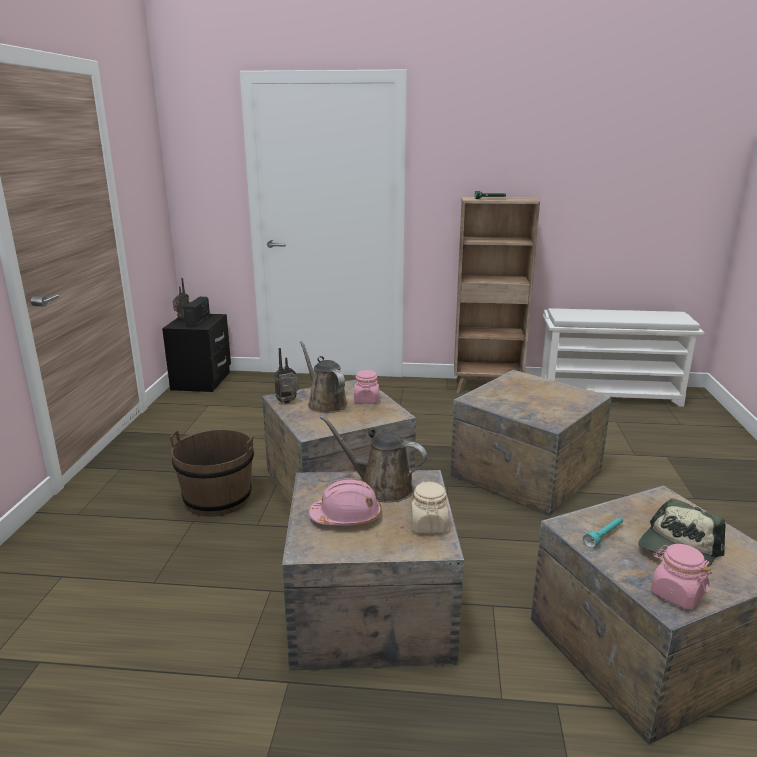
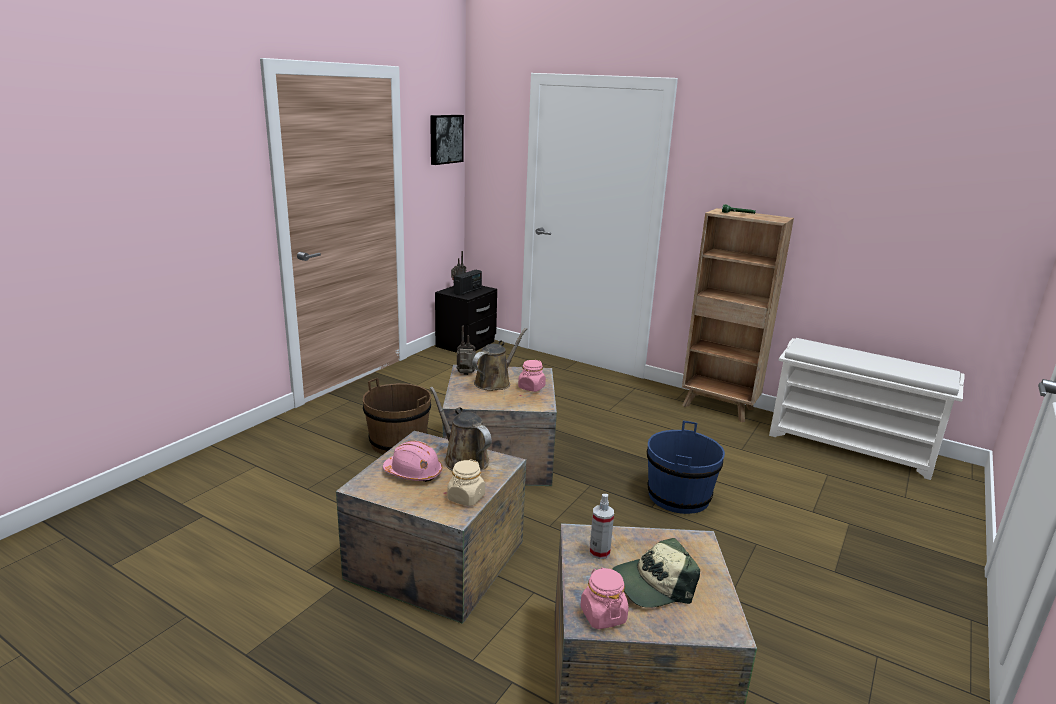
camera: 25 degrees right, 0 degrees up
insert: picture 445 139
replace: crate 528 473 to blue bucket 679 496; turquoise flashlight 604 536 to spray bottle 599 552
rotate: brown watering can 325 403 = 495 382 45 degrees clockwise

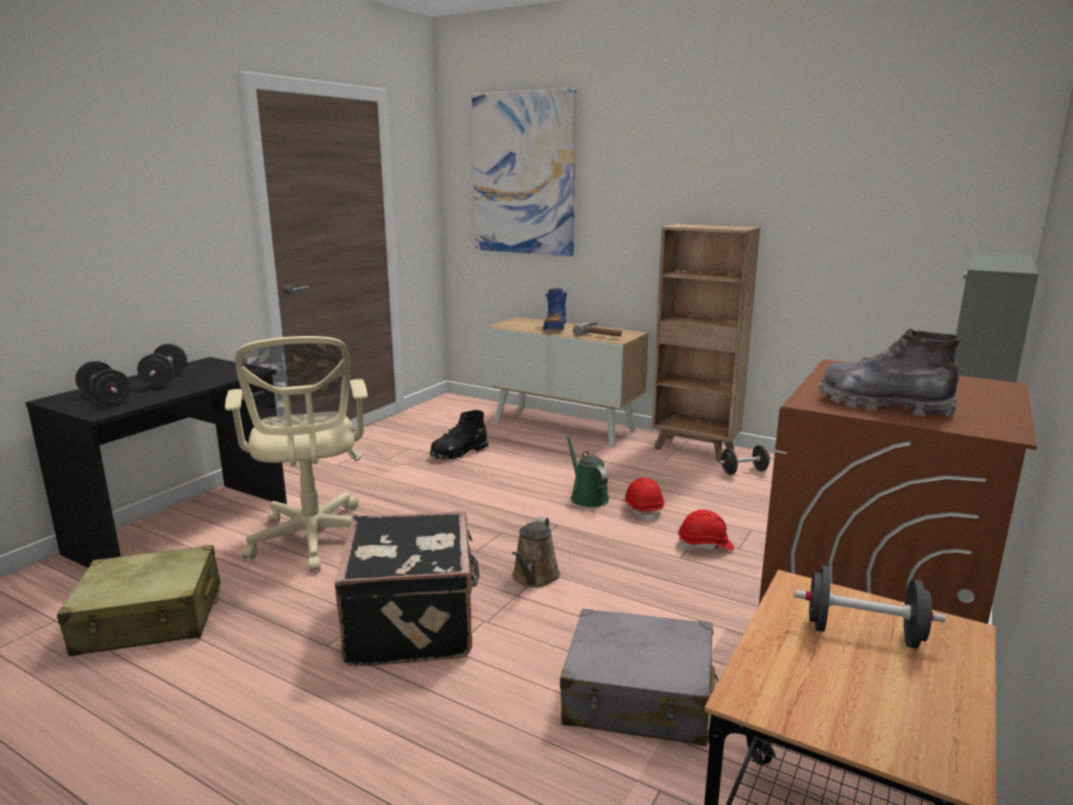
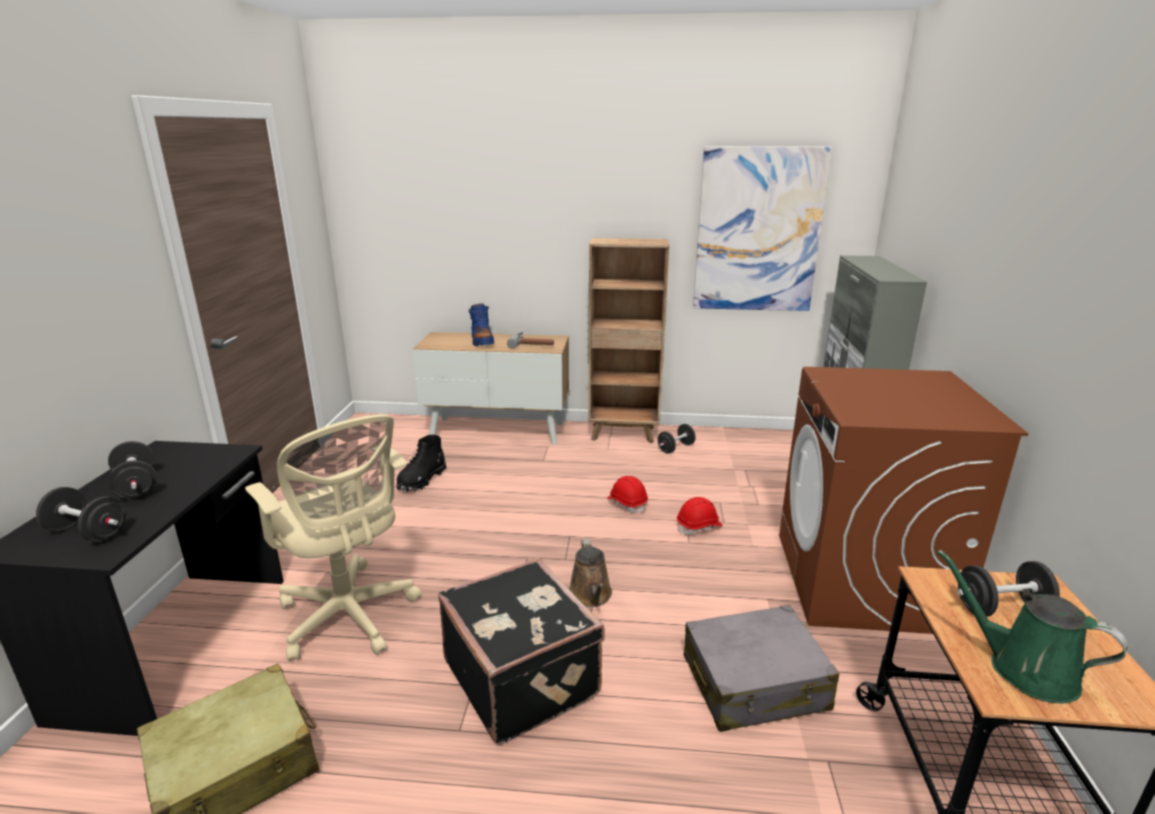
camera: 25 degrees left, 5 degrees up
delete: grey boot 883 405
move: picture 524 174 to 758 231; green watering can 587 497 to 1023 669

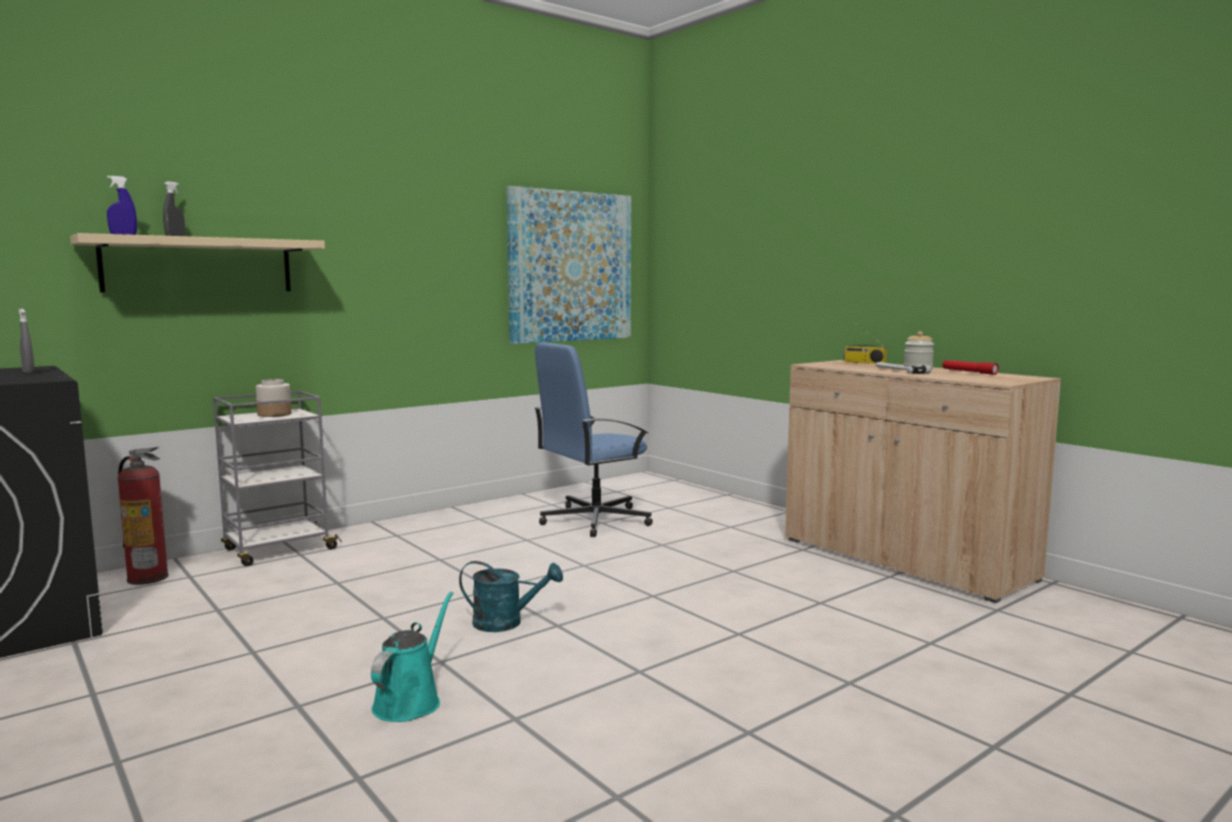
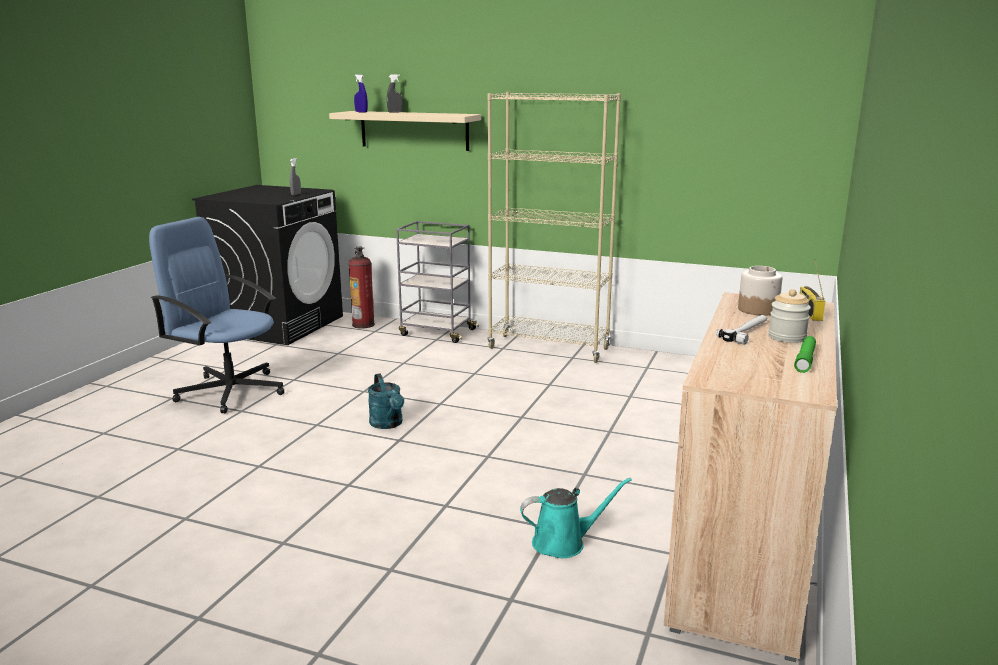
camera: 60 degrees right, 10 degrees up
delete: picture 570 267
insert: beige bookcase 549 349
move: jar 274 414 to 758 309; turquoise watering can 410 701 to 564 542; blue office chair 594 520 to 230 391
recolor: red flashlight 969 372 to green flashlight 805 359

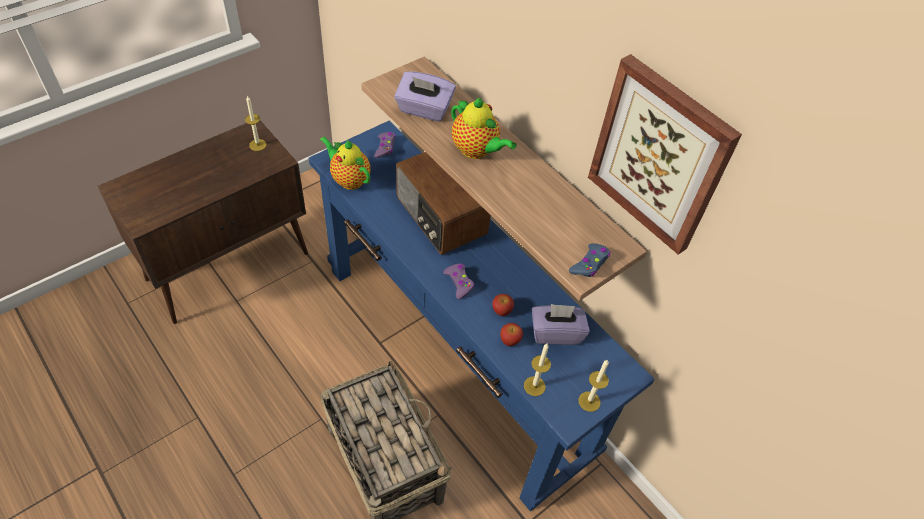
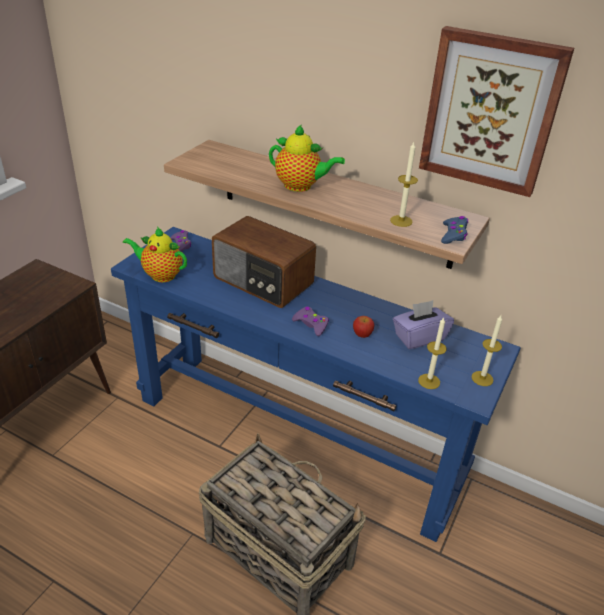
camera: 20 degrees left, 15 degrees down
delete: purple tissue box 424 110; apple 510 340
move: candle 257 145 to 401 221

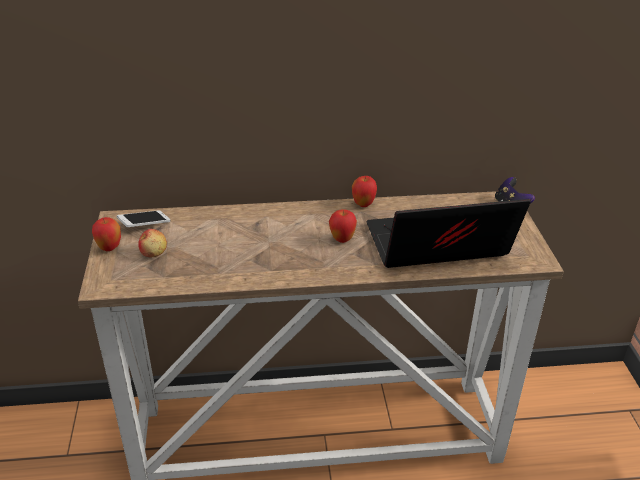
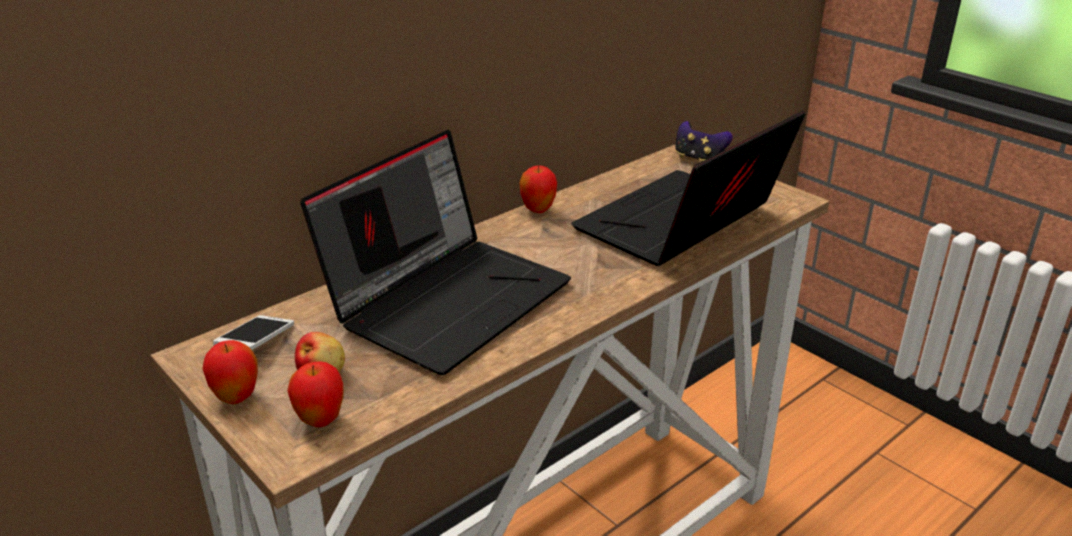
camera: 35 degrees left, 5 degrees down
insert: laptop 448 298
move: apple 342 239 to 320 420

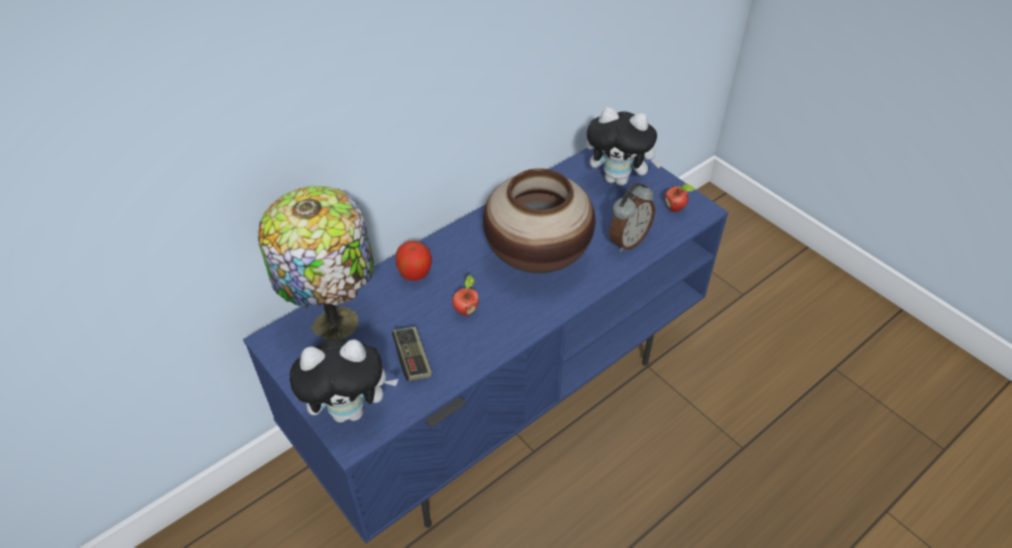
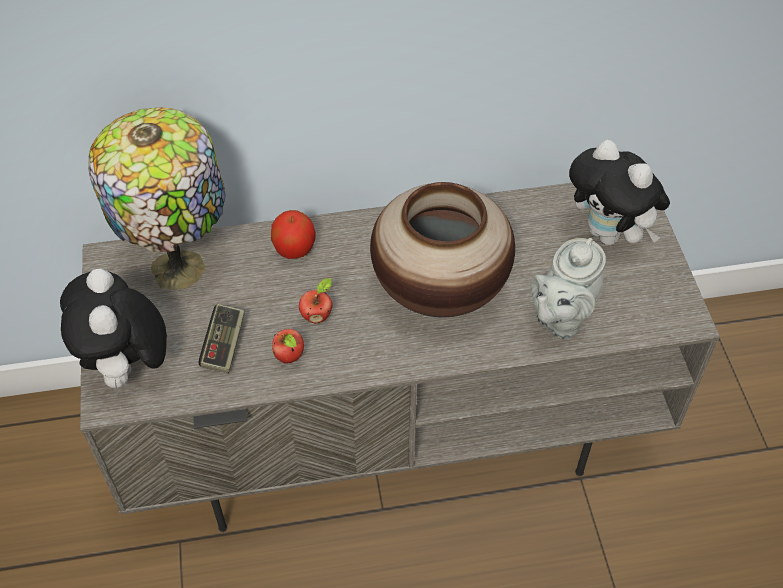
camera: 30 degrees right, 5 degrees up
move: apple 676 208 to 290 358
replace: alarm clock 627 241 to grey teapot 561 317
recolor: blue tv stand 504 393 to grey tv stand 393 428
rotate: plush toy 350 410 = 128 369 60 degrees clockwise

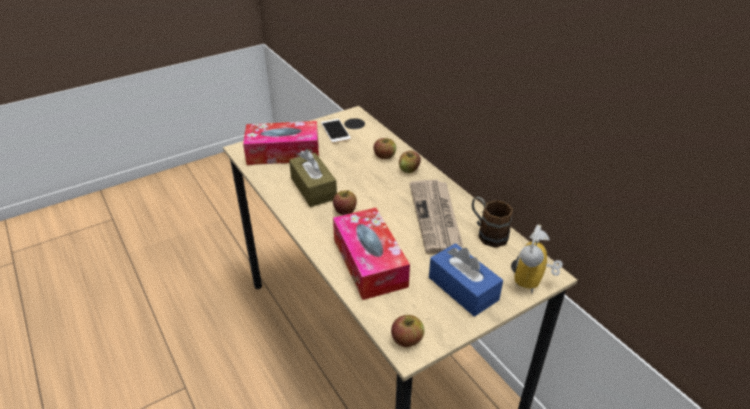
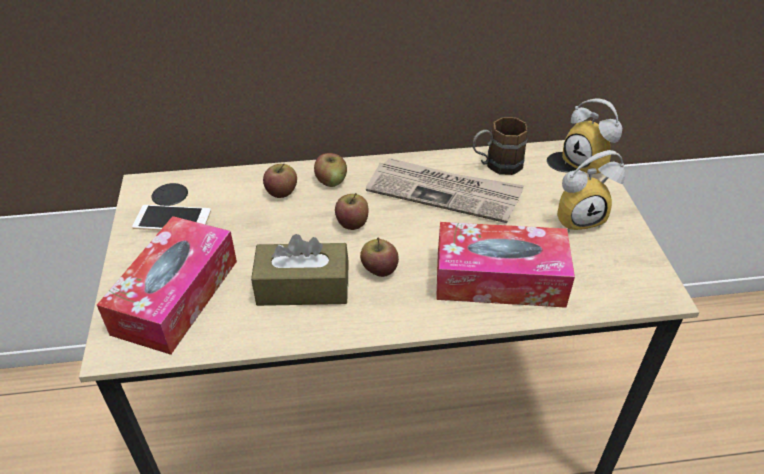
camera: 65 degrees left, 5 degrees up
move: apple 407 339 to 352 223
replace: blue tissue box 463 288 to alarm clock 578 217

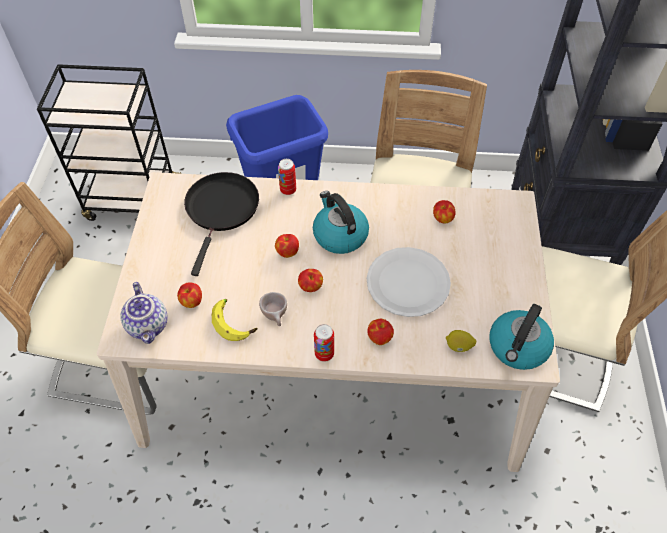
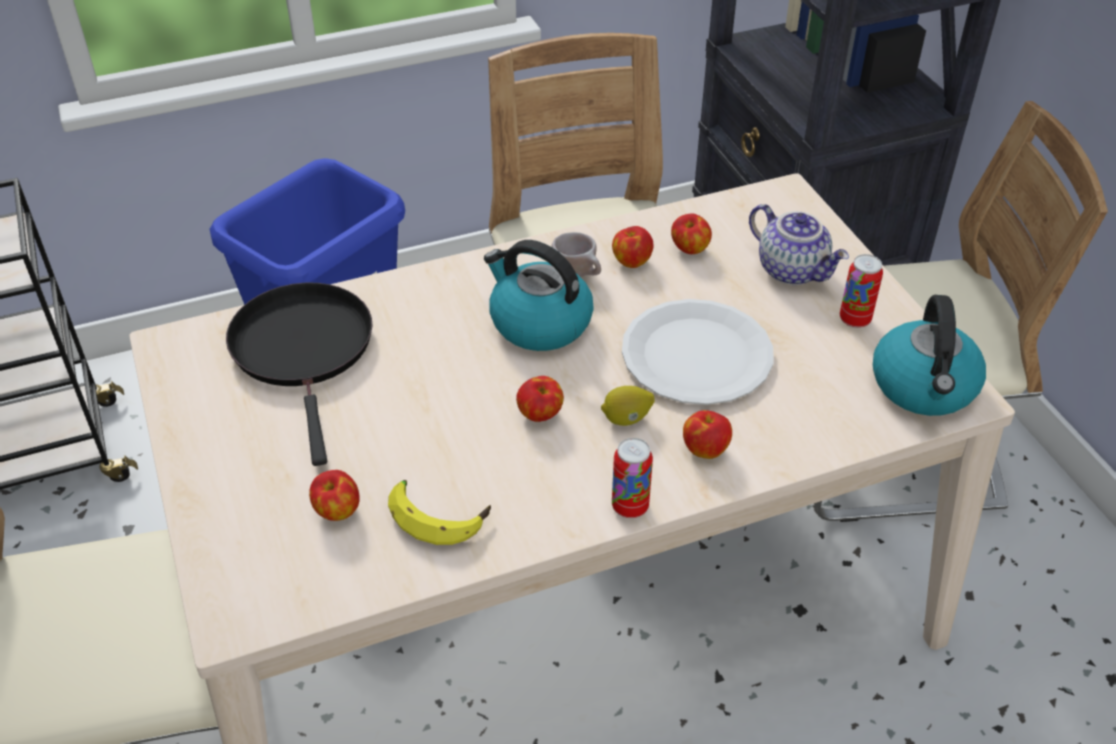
camera: 25 degrees left, 10 degrees down
move: teapot 149 325 to 793 270; beige cup 276 317 to 579 275; apple 287 252 to 631 261; can 288 190 to 854 319; lemon 458 346 to 626 419

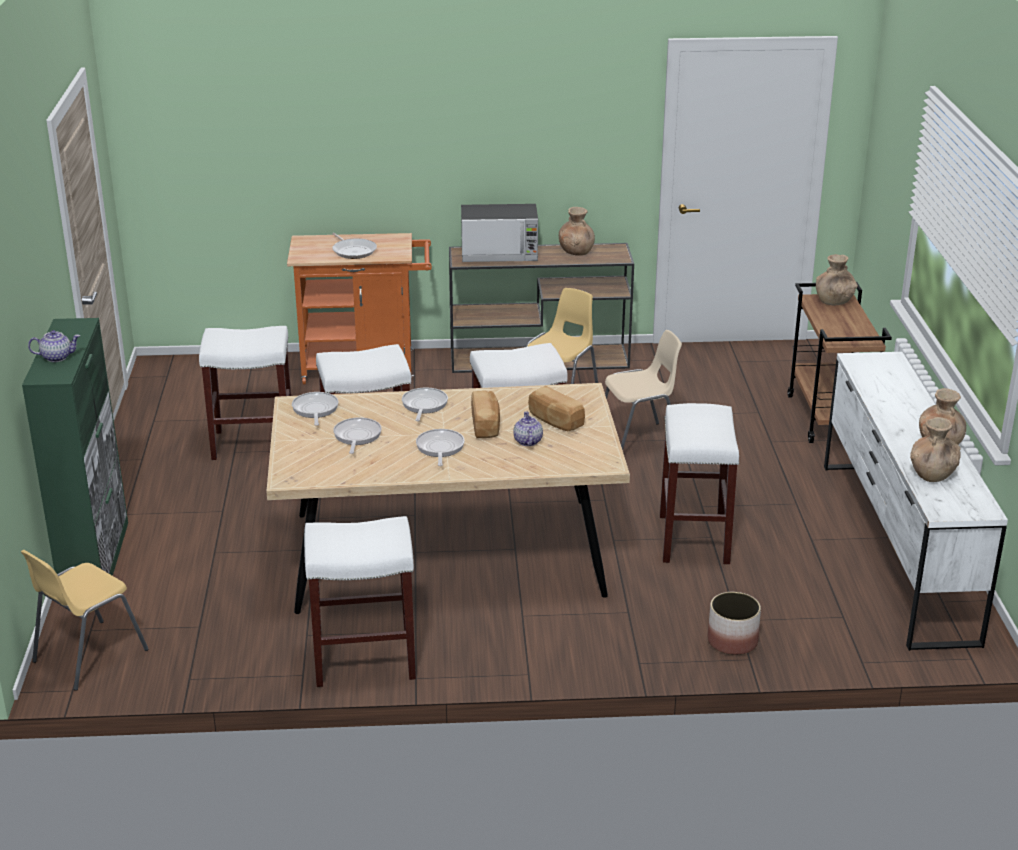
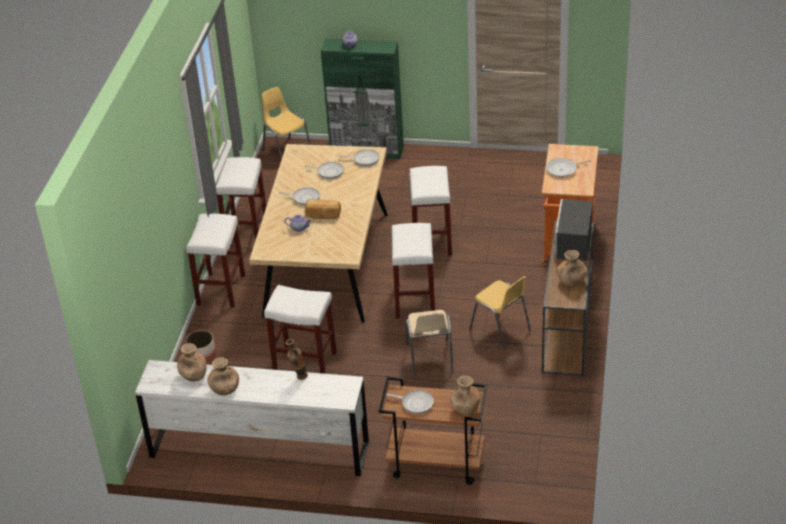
camera: 105 degrees right, 10 degrees up
delete: bread 555 421
insert: vase 298 377
move: white stool 252 444 to 221 289; frying pan 424 405 to 415 403

